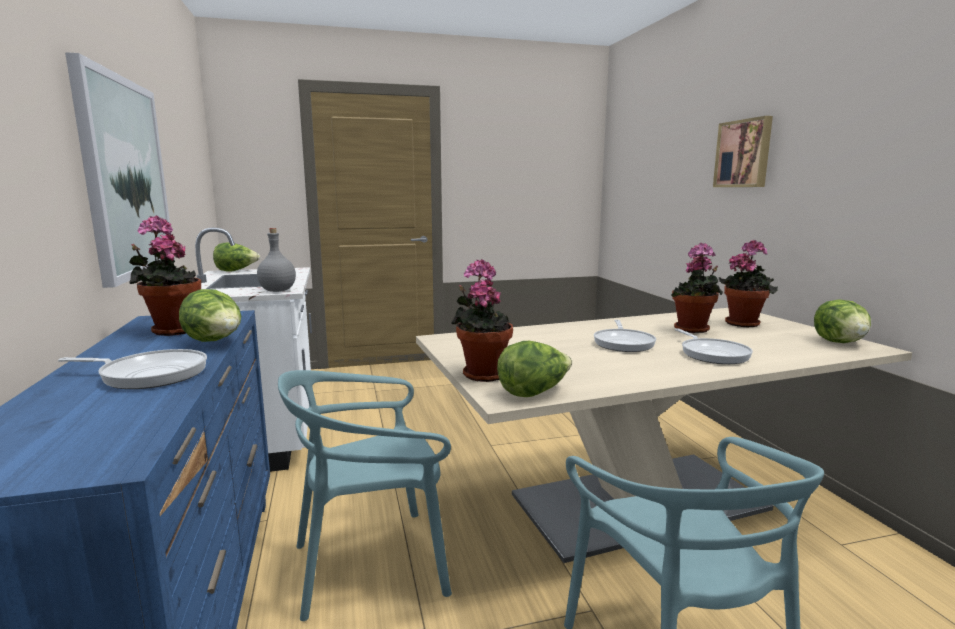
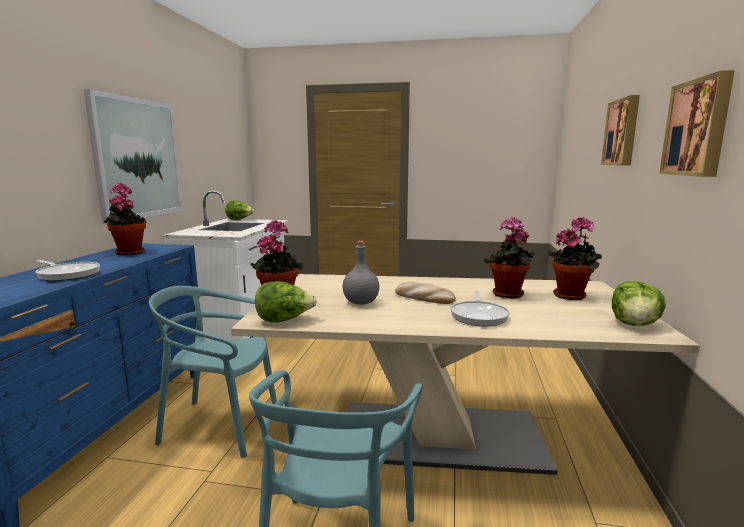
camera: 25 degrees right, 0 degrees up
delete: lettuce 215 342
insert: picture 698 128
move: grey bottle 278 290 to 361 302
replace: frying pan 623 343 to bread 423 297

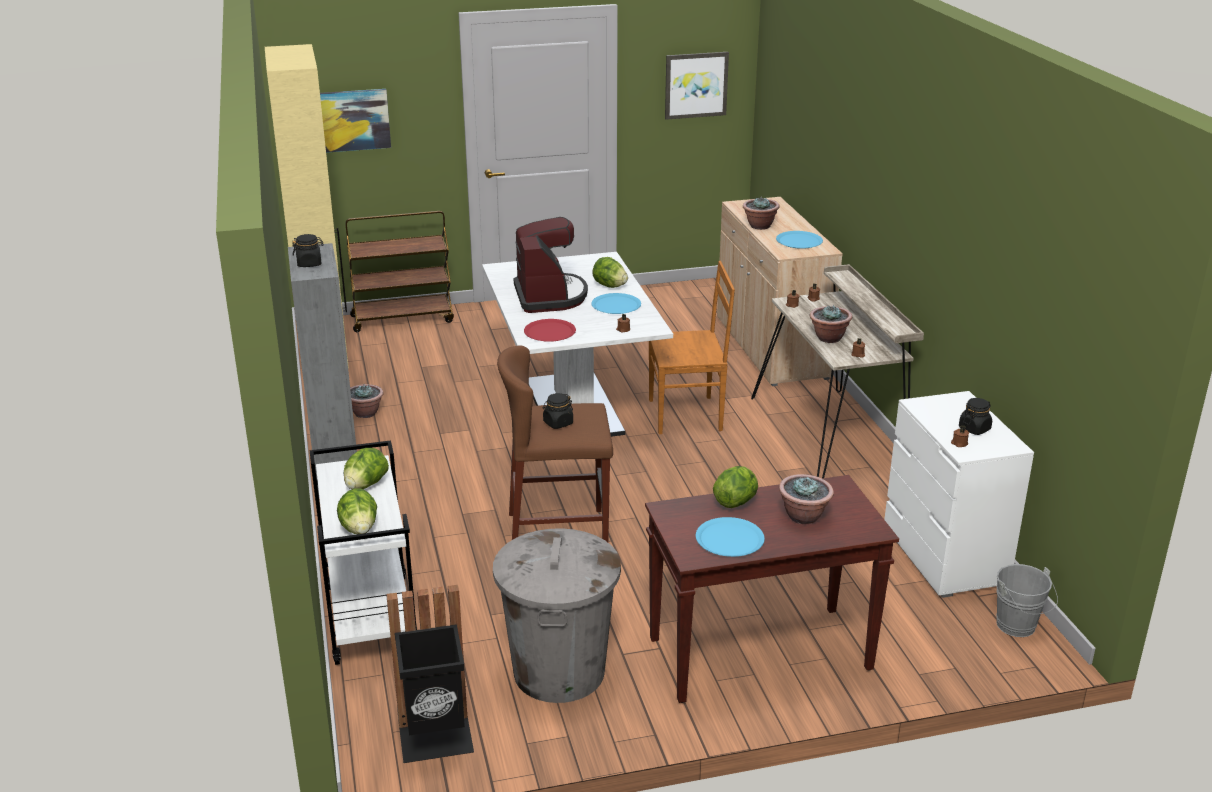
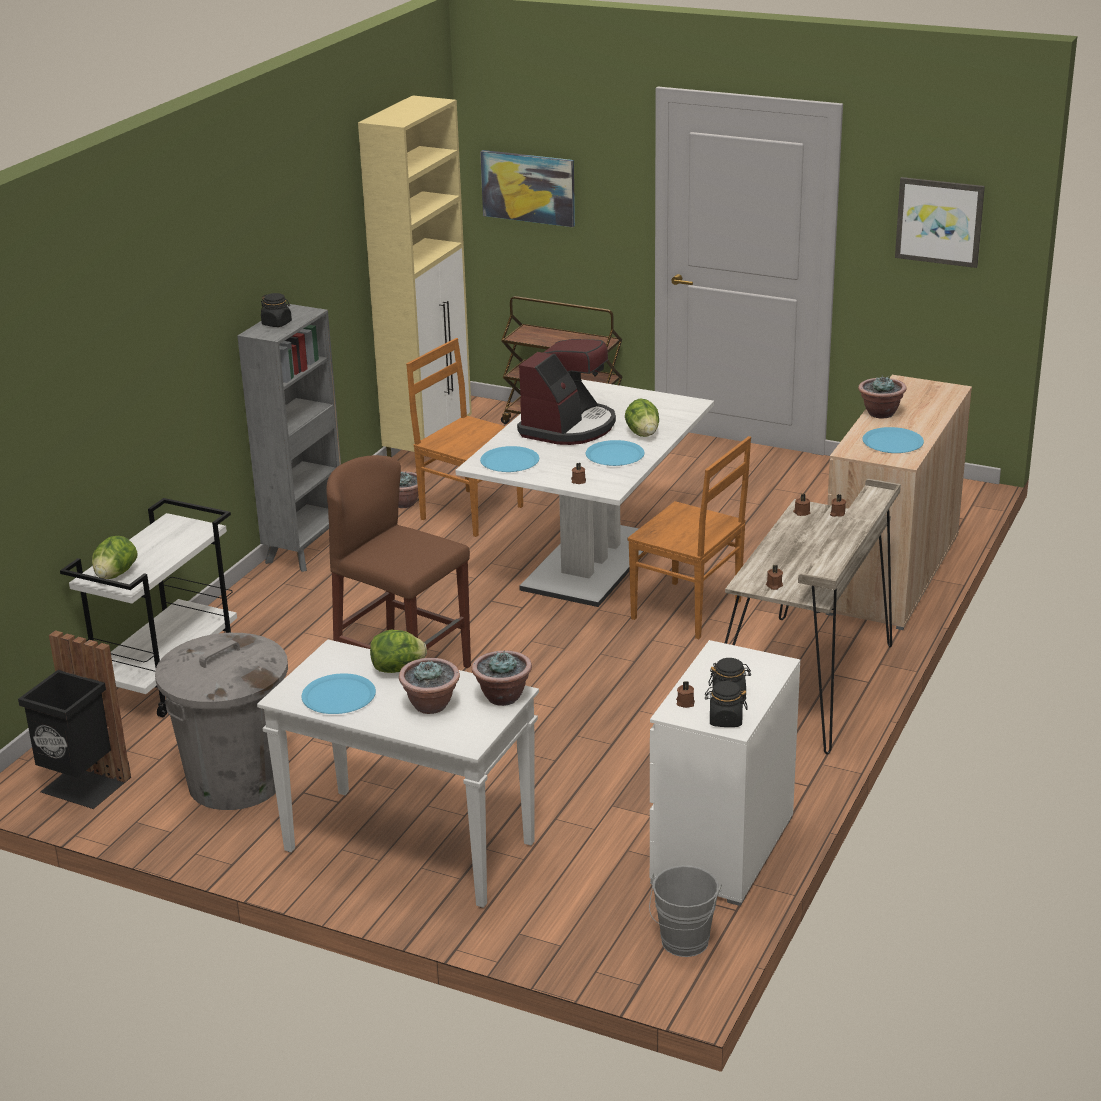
camera: 40 degrees right, 0 degrees up
delete: lettuce 366 485
insert: brown chair 469 512
move: black jar 558 423 to 725 720; potted plant 828 338 to 502 697
recolor: red plate 550 332 to blue plate 510 461; brown console table 758 655 to white console table 407 847

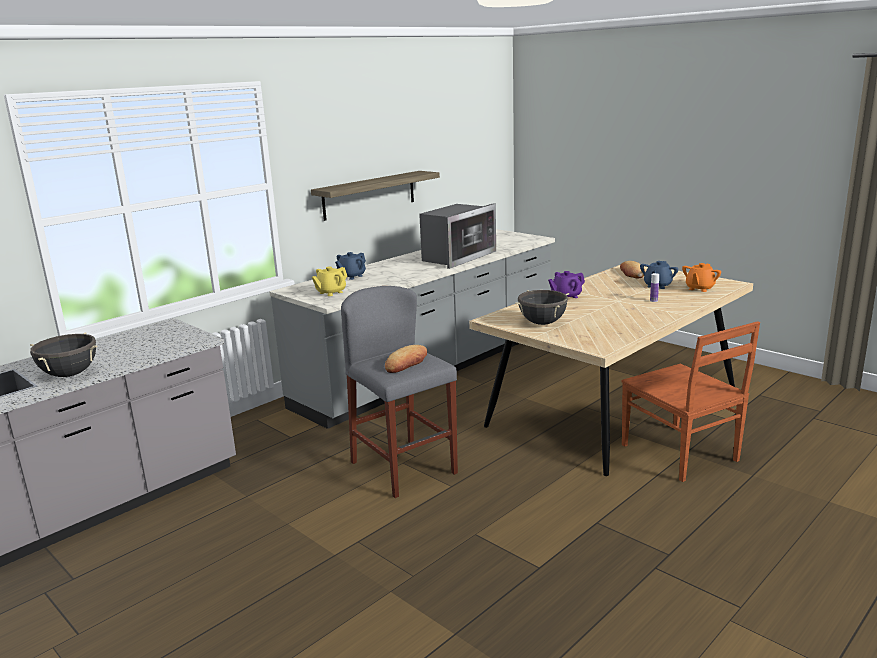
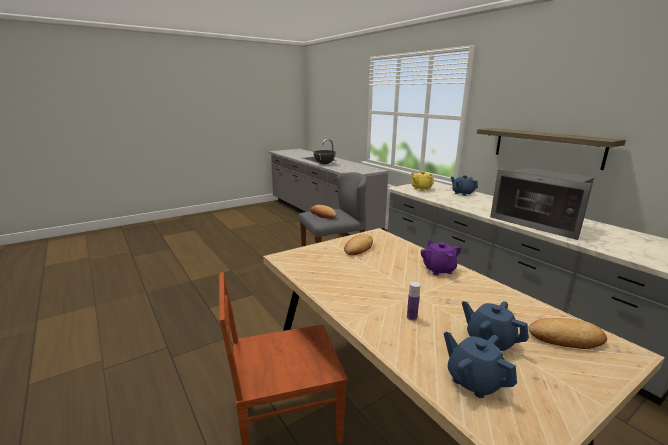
camera: 100 degrees right, 0 degrees up
replace: black cooking pot 542 323 to bread 358 248
recolor: orange teapot 699 288 to blue teapot 474 381

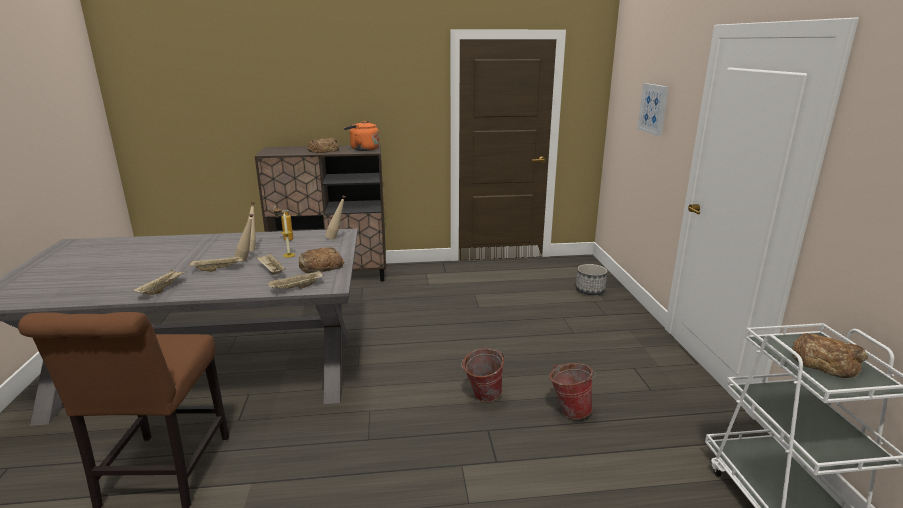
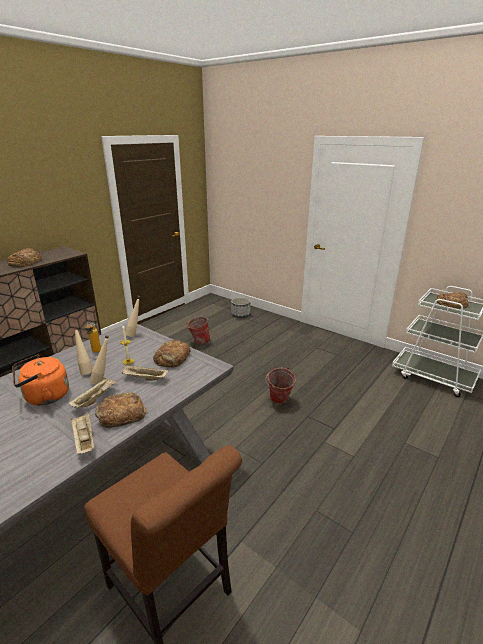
camera: 45 degrees left, 5 degrees up
delete: beige tray 296 288; picture 653 109
insert: bread 121 415
move: orange kettle 363 149 to 44 397; bucket 569 410 to 199 342

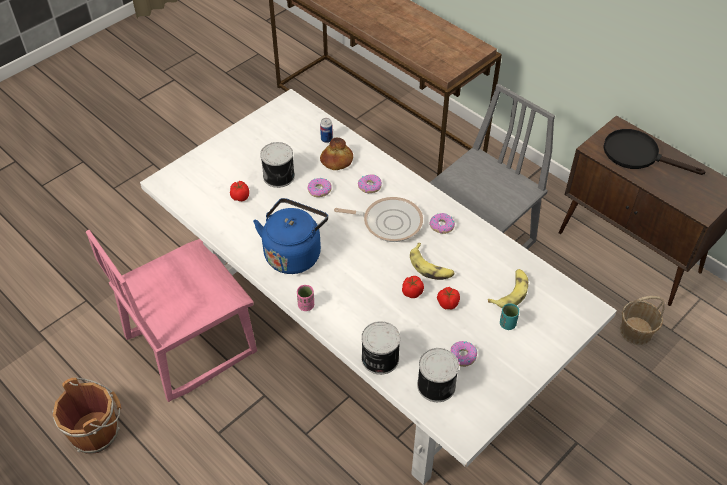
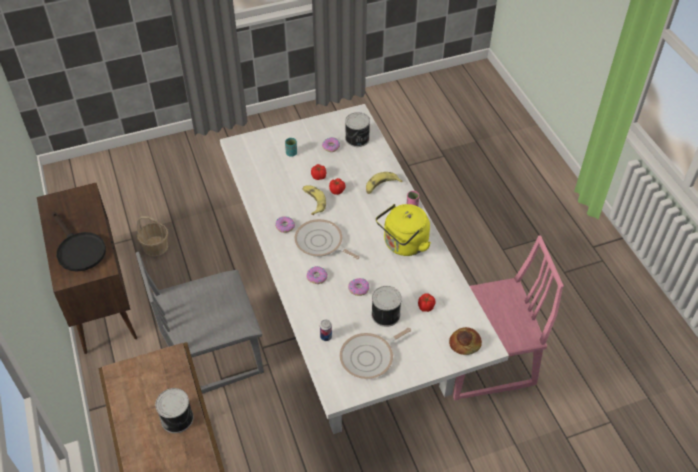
camera: 155 degrees left, 0 degrees up
delete: brown bucket 97 431
insert: frying pan 369 357
move: bread 336 161 to 465 344; can 379 359 to 178 418; banana 510 292 to 381 186
recolor: blue kettle 294 253 to yellow kettle 403 244

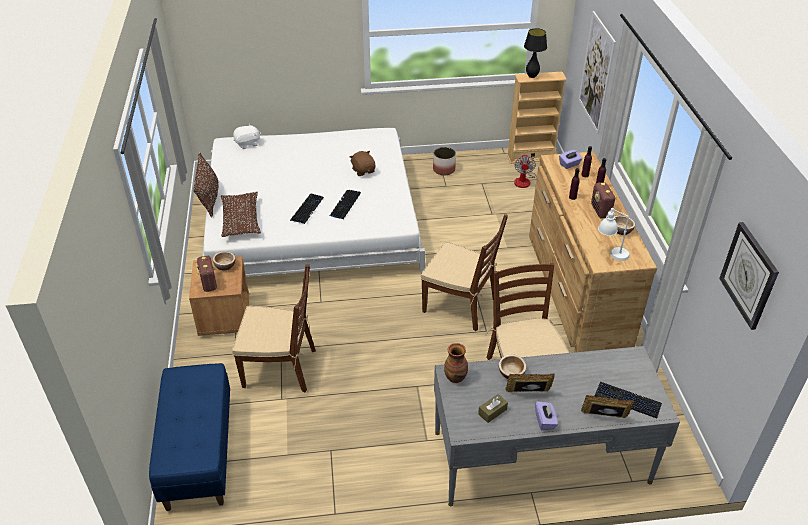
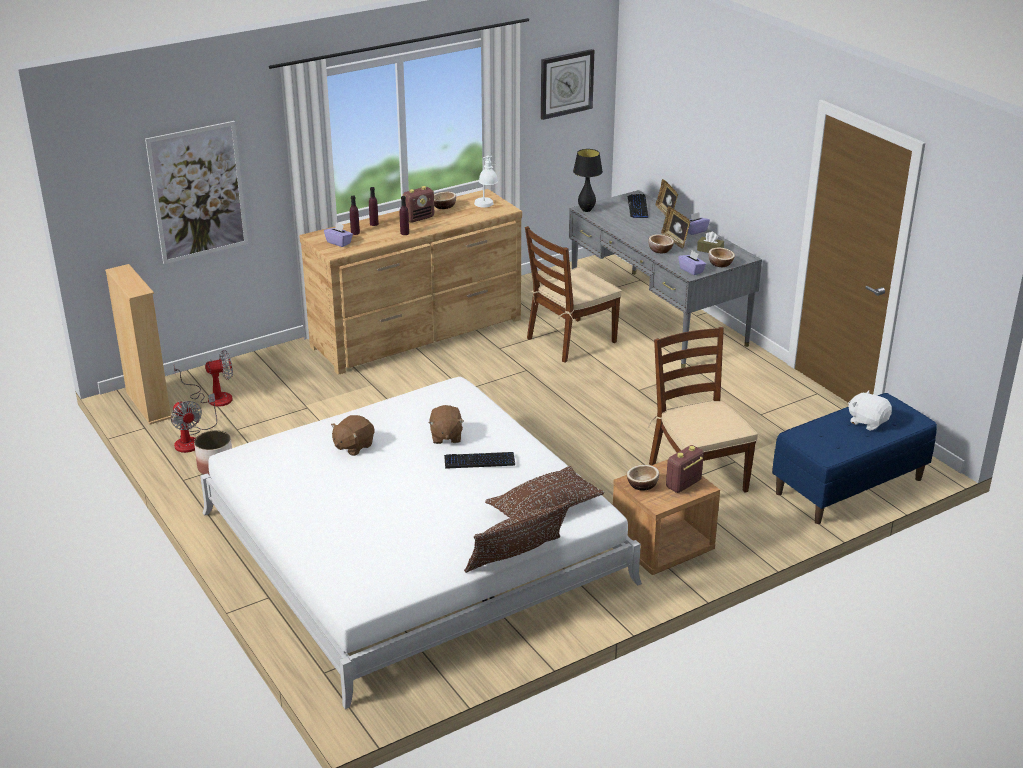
camera: 115 degrees left, 10 degrees down
delete: brown chair 460 305
insert: fan 192 440; bowl 720 264
move: white plush toy 247 144 to 867 422; black table lamp 532 76 to 586 210
replace: keyboard 345 205 to brown plush toy 446 436; vase 455 377 to purple tissue box 691 270

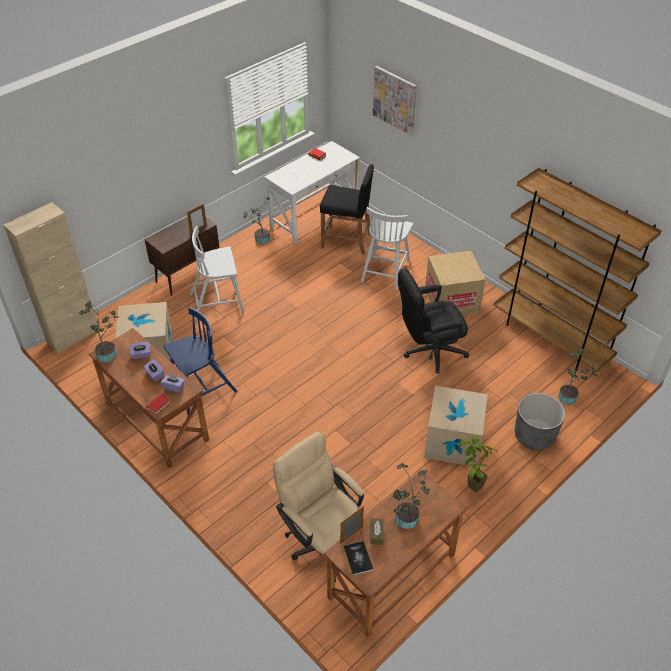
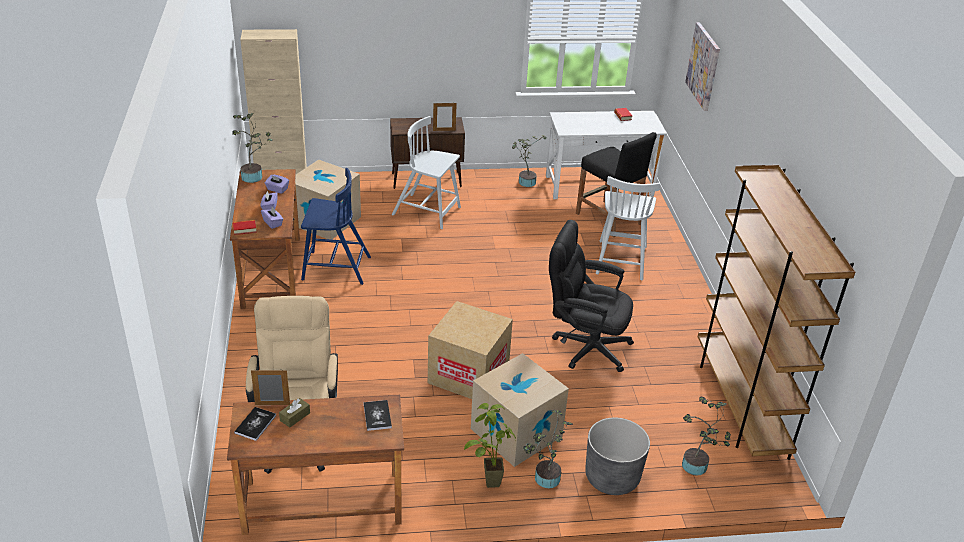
camera: 35 degrees right, 10 degrees down
insert: book 377 416
move: potted plant 405 521 to 544 479; cardboard box 451 300 to 468 374
rotate: white chair 385 270 = 621 259 45 degrees counterclockwise

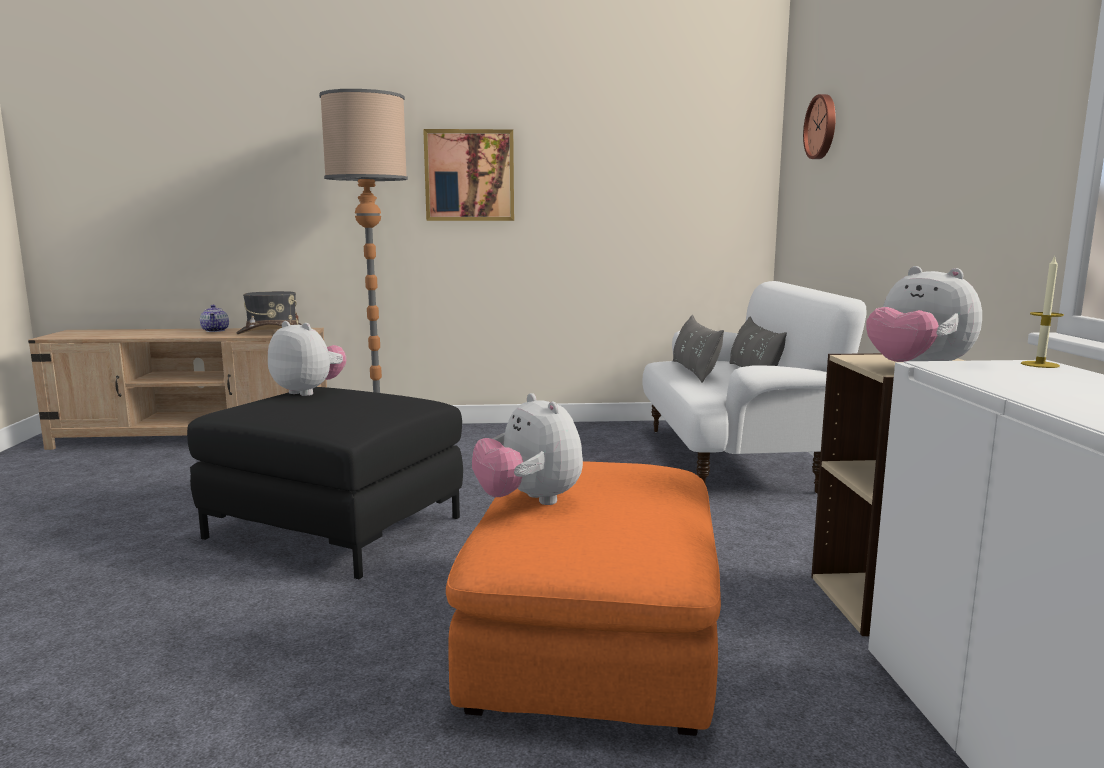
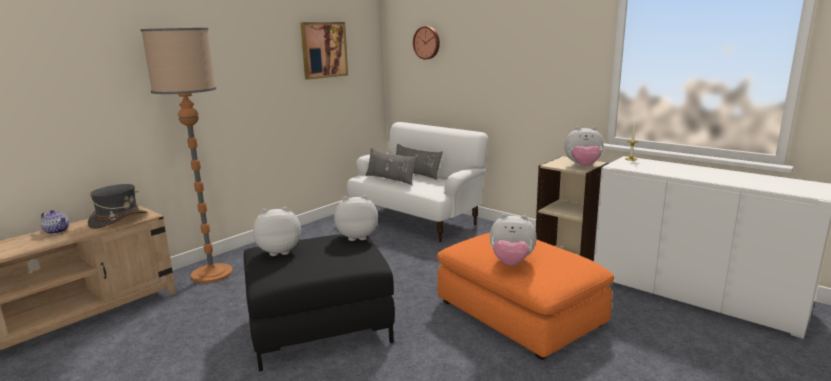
camera: 45 degrees left, 5 degrees up
insert: plush toy 357 237
move: picture 469 175 to 324 50

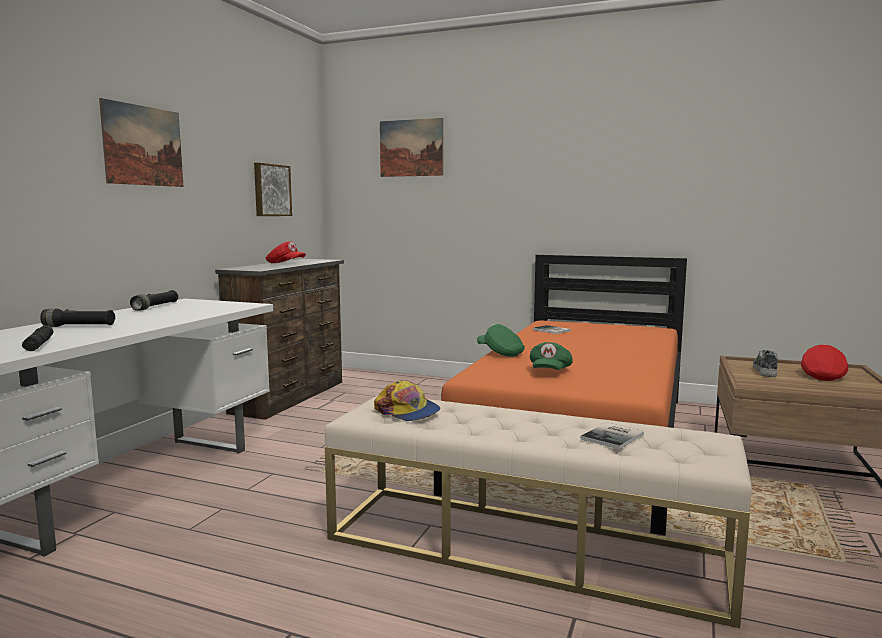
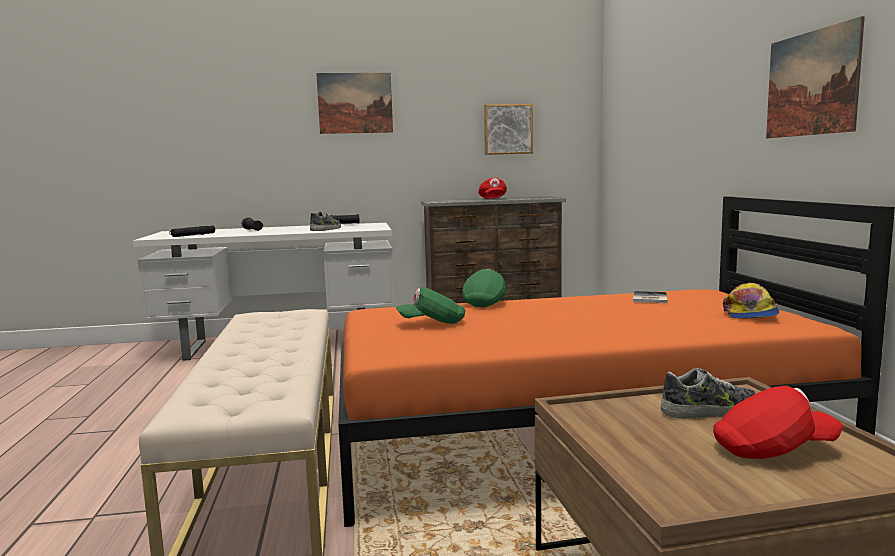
camera: 60 degrees right, 0 degrees up
delete: book 614 437
insert: shoe 326 229
move: cap 407 411 to 750 314; picture 411 148 to 811 83

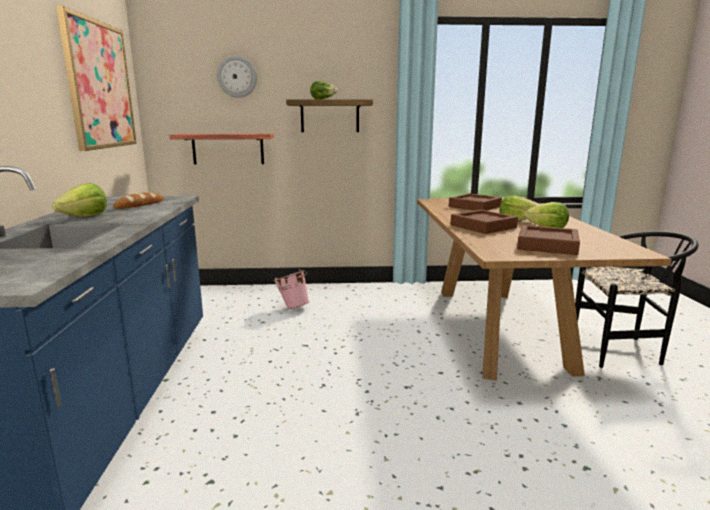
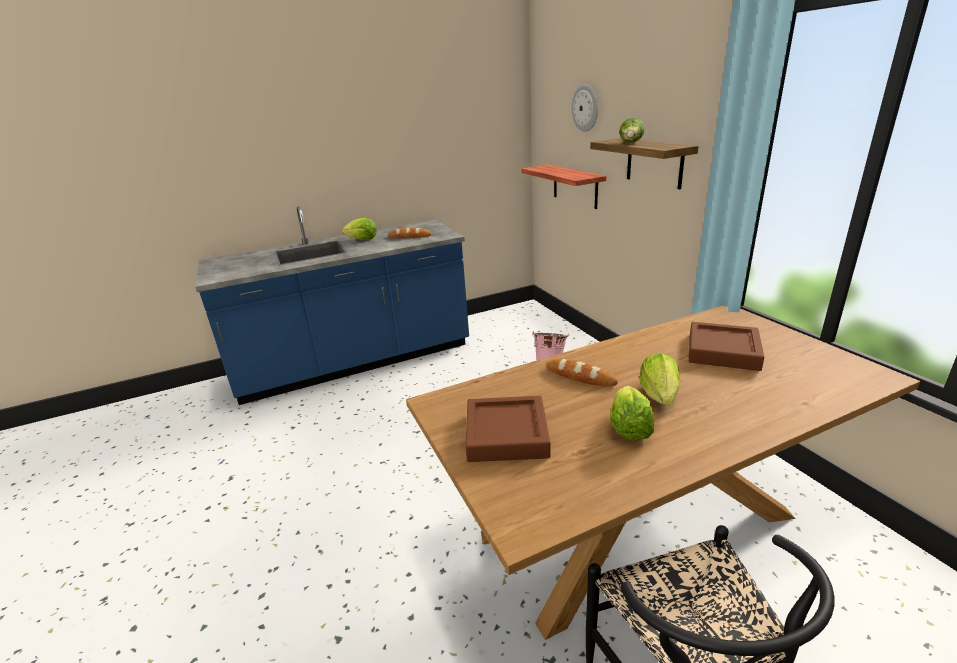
camera: 70 degrees right, 10 degrees up
delete: picture 99 85
replace: brown tray 483 226 to bread 580 376

